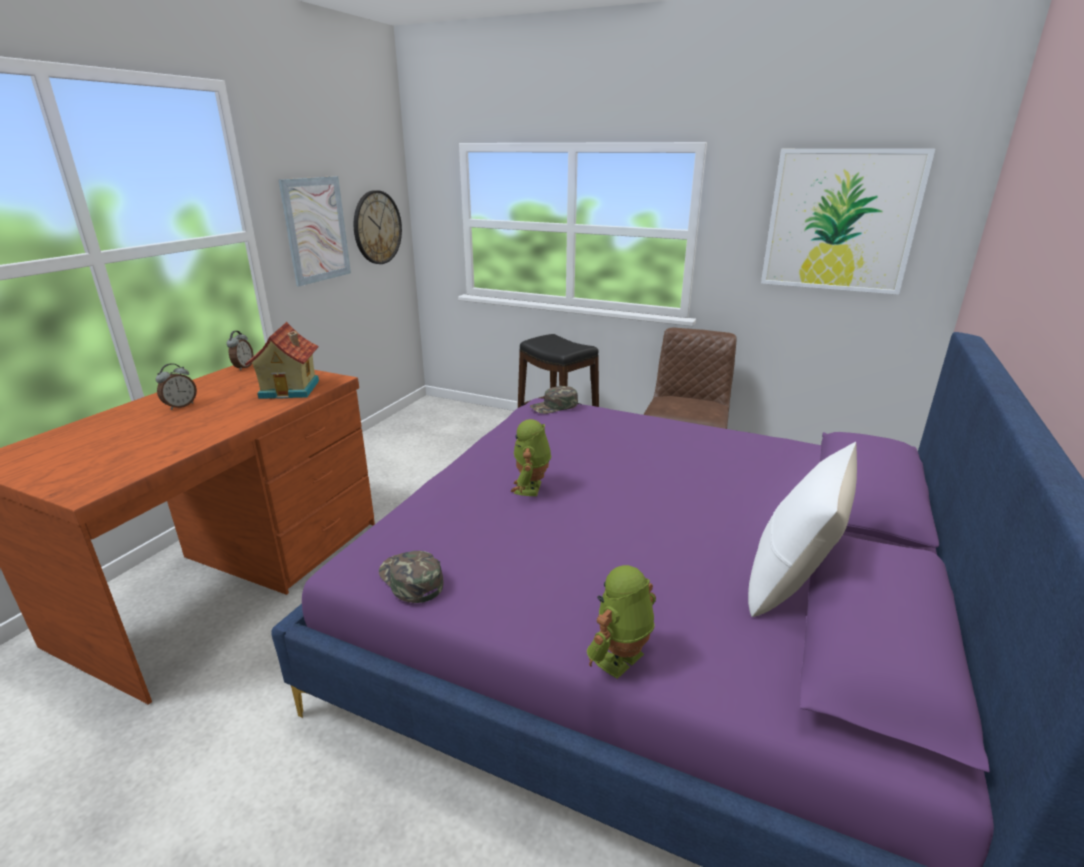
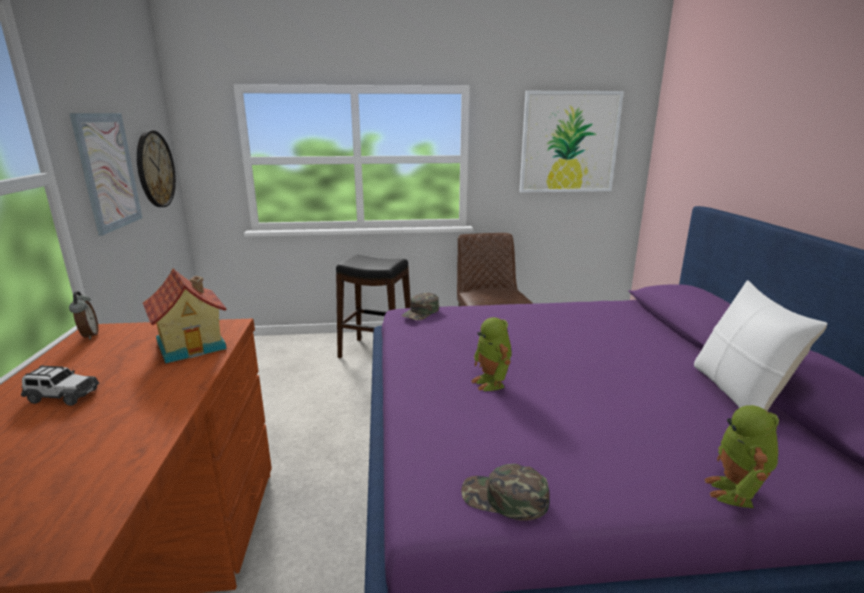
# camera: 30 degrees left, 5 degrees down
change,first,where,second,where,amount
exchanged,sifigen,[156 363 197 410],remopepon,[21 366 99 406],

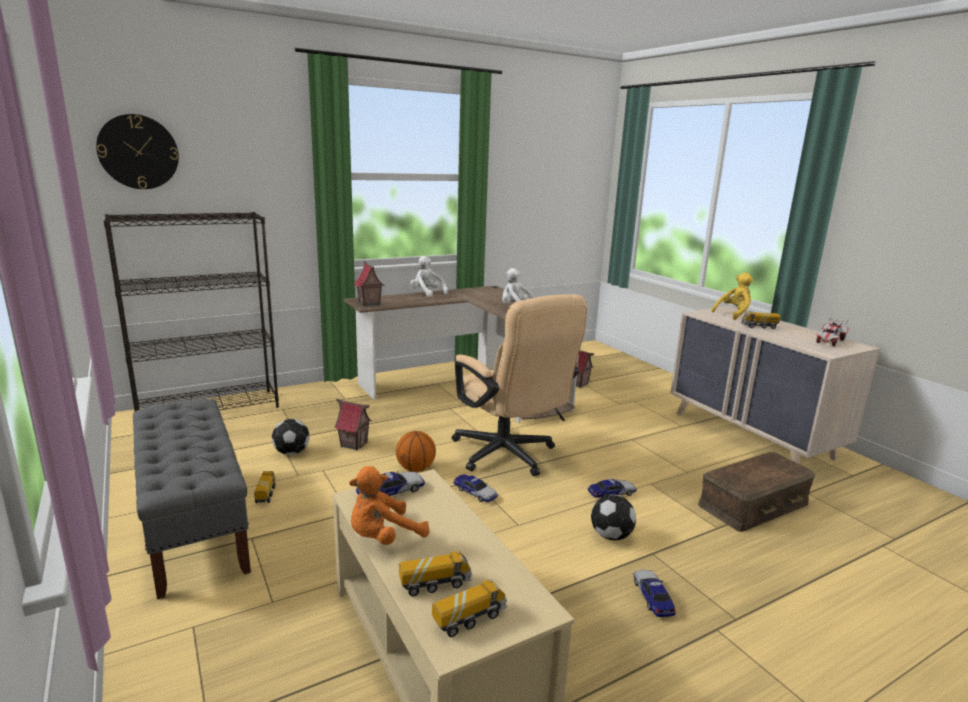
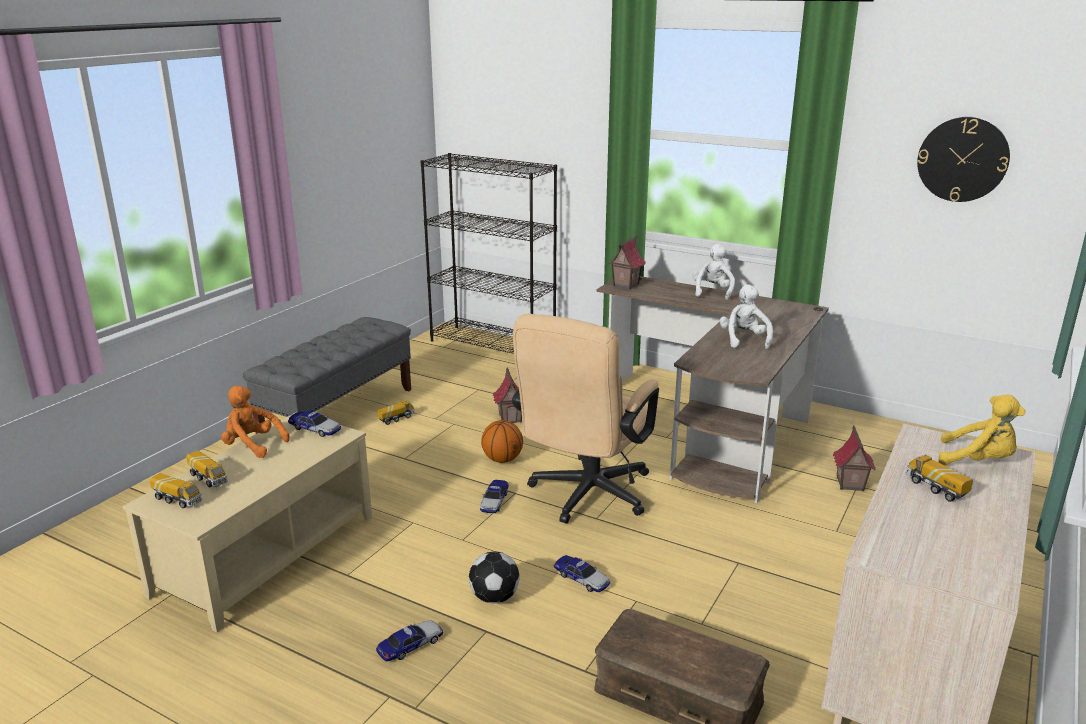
# camera: 60 degrees right, 5 degrees up
change,first,where,second,where,amount
relocated,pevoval,[96 114 179 189],,[917 117 1010 202],
missing,remopepon,[816 317 848 346],,,
missing,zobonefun,[272 419 310 455],,,

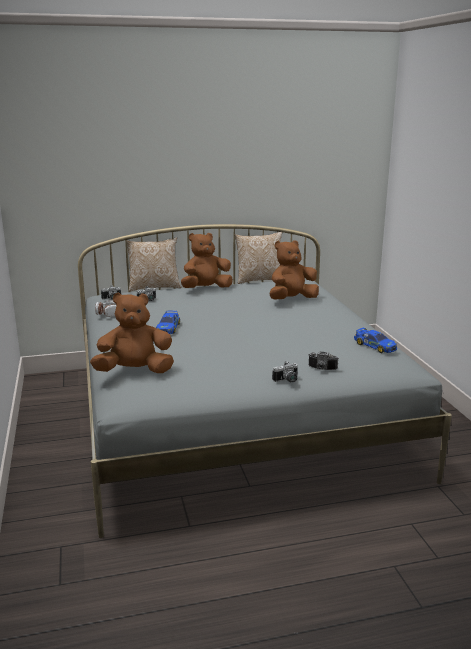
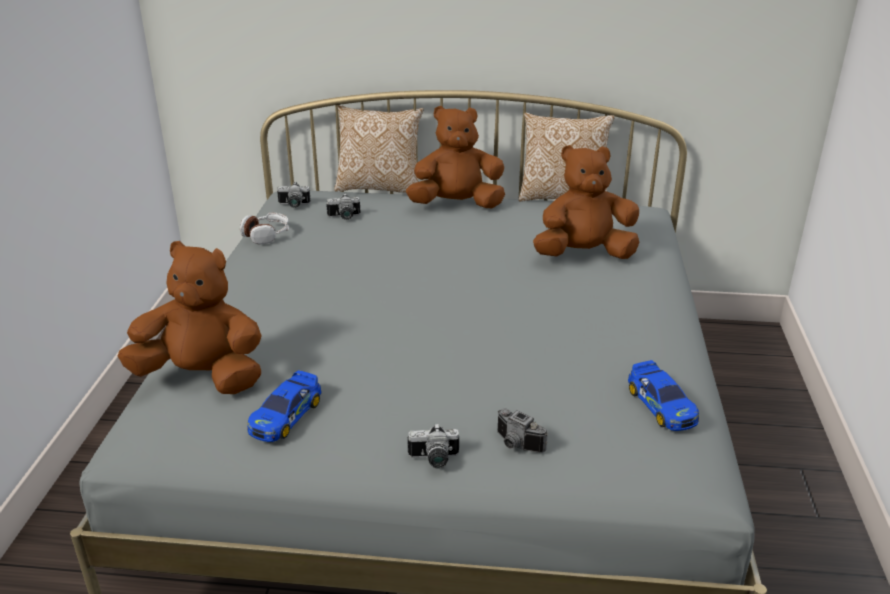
# camera: 20 degrees right, 10 degrees up
change,first,where,second,where,amount
relocated,remopepon,[156 311 180 334],,[247 370 322 442],

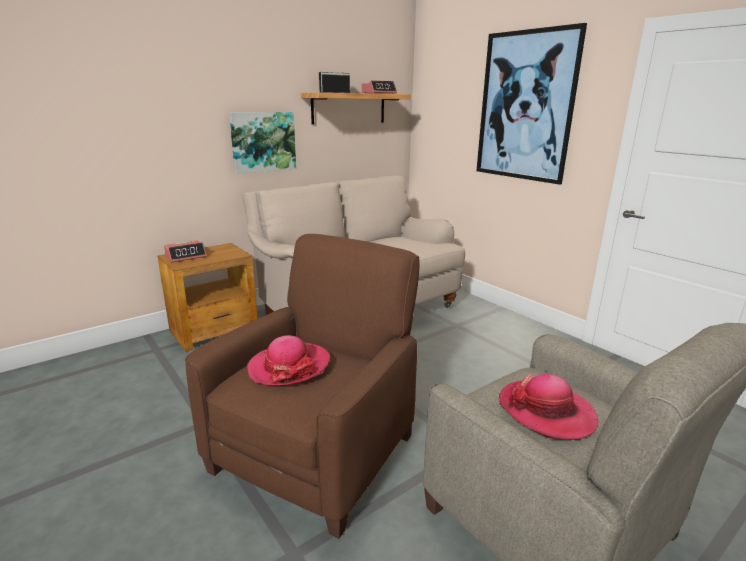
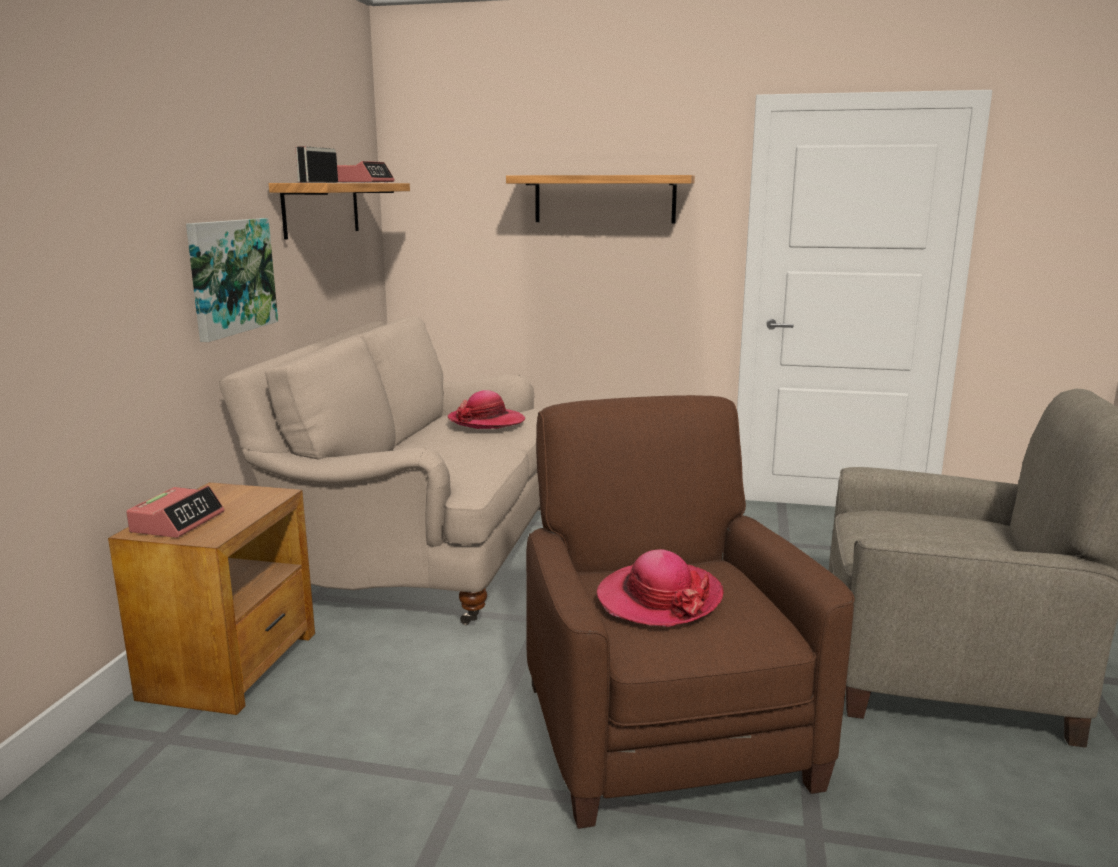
# camera: 40 degrees left, 5 degrees down
change,first,where,second,where,amount
exchanged,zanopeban,[476 23 587 185],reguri,[506 175 695 223],
relocated,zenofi,[498 374 599 440],,[448 390 525 429],

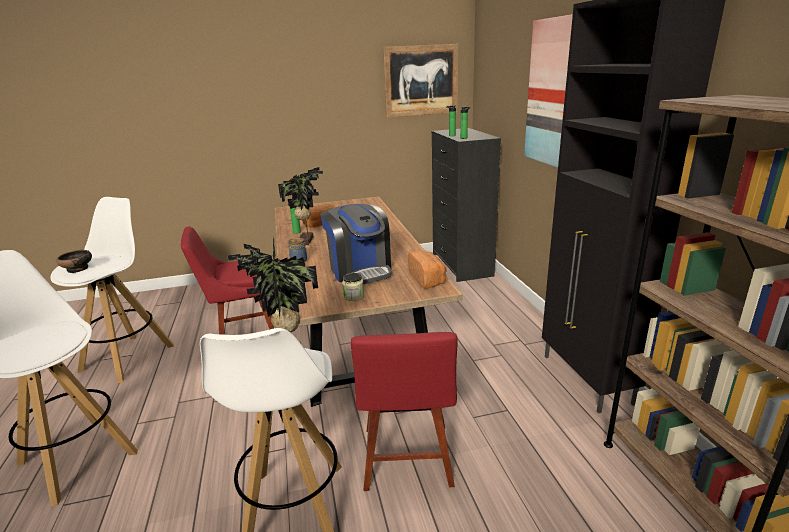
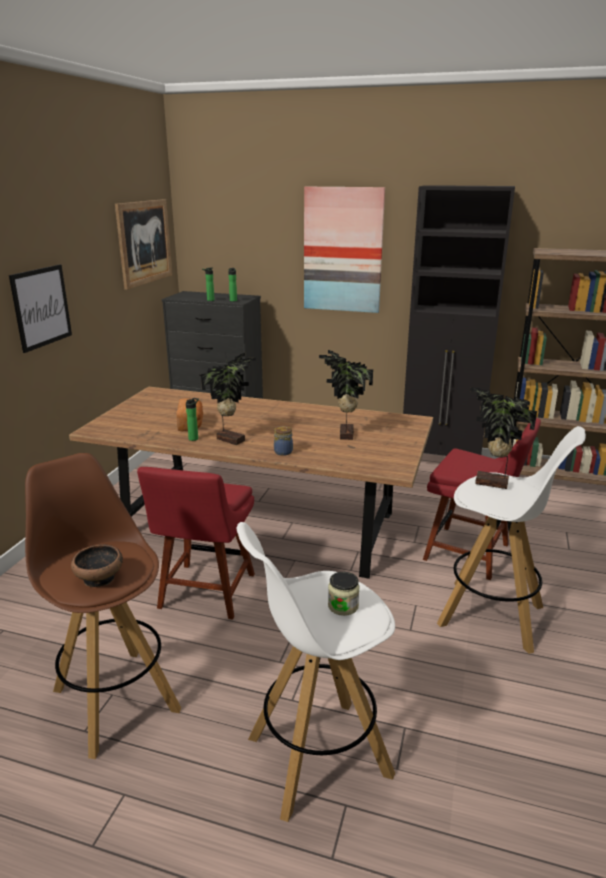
# camera: 60 degrees left, 0 degrees up
change,first,where,second,where,amount
colour,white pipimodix,[50 197 174 383],brown pipimodix,[25 453 181 759],
exchanged,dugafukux,[320 204 391 284],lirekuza,[319 350 373 440],
missing,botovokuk,[408 251 446 289],,,
relocated,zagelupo,[342 273 364 301],,[328 572 360 616],
appeared,,,zanopeban,[9 264 72 353],

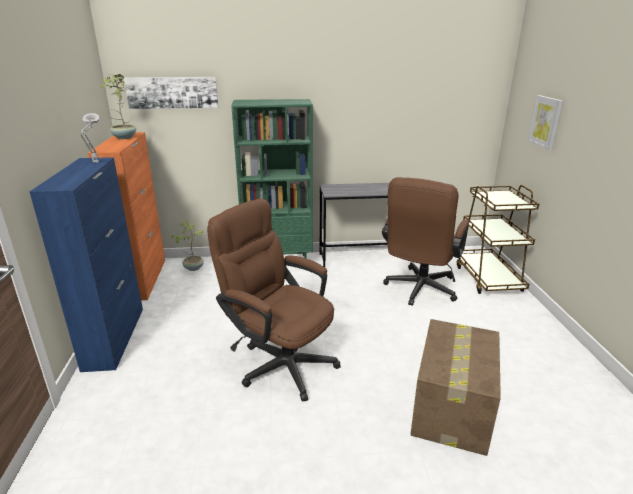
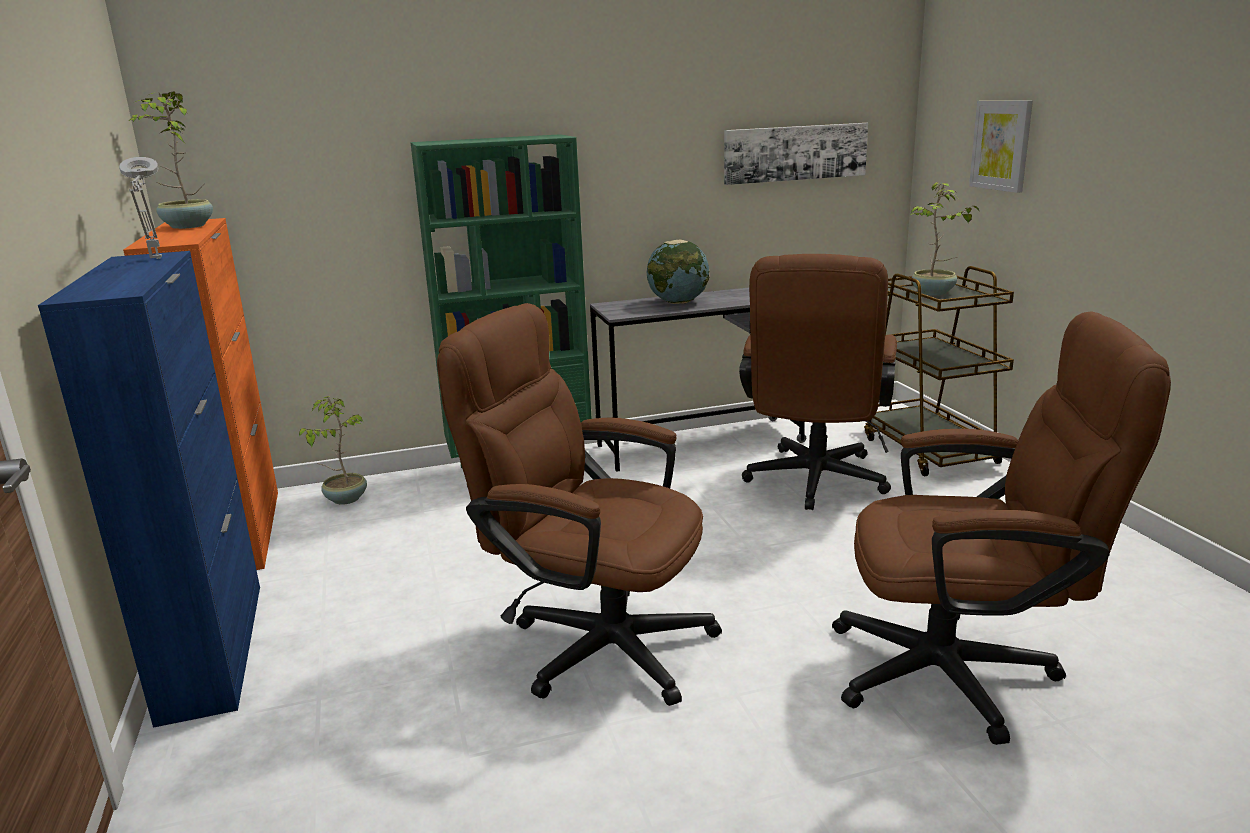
# camera: 10 degrees left, 5 degrees down
change,first,where,second,where,amount
relocated,zanopeban,[124 77 218 109],,[724 123 868 185],
exchanged,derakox,[411 319 501 456],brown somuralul,[832 311 1171 745],
appeared,,,lirekuza,[910 182 979 296],
appeared,,,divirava,[646 239 709 304],

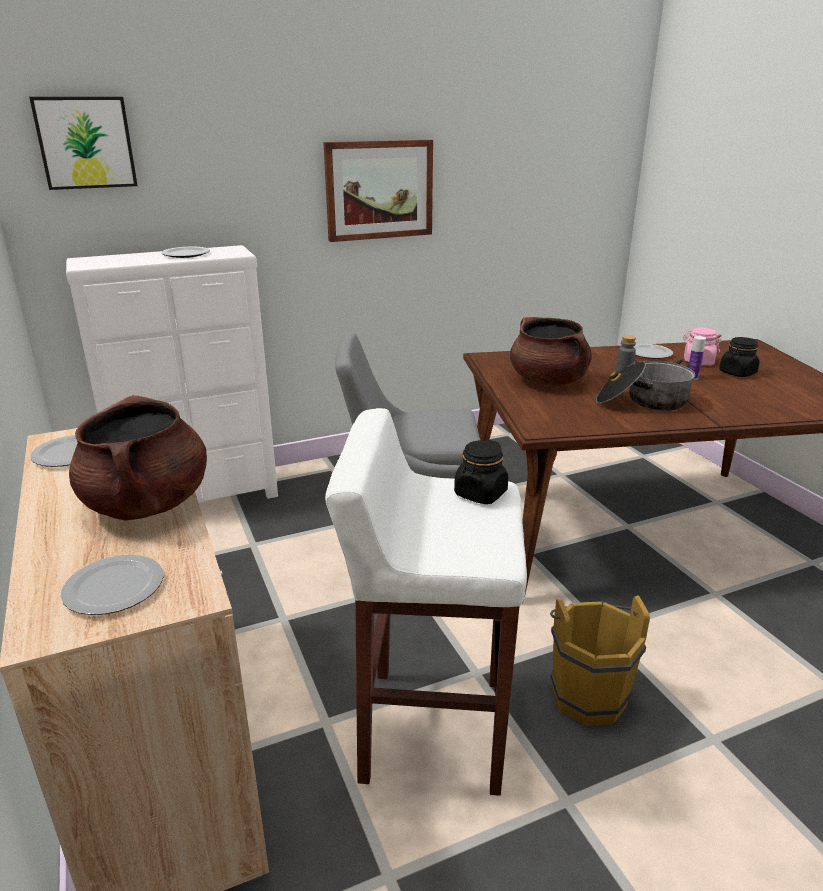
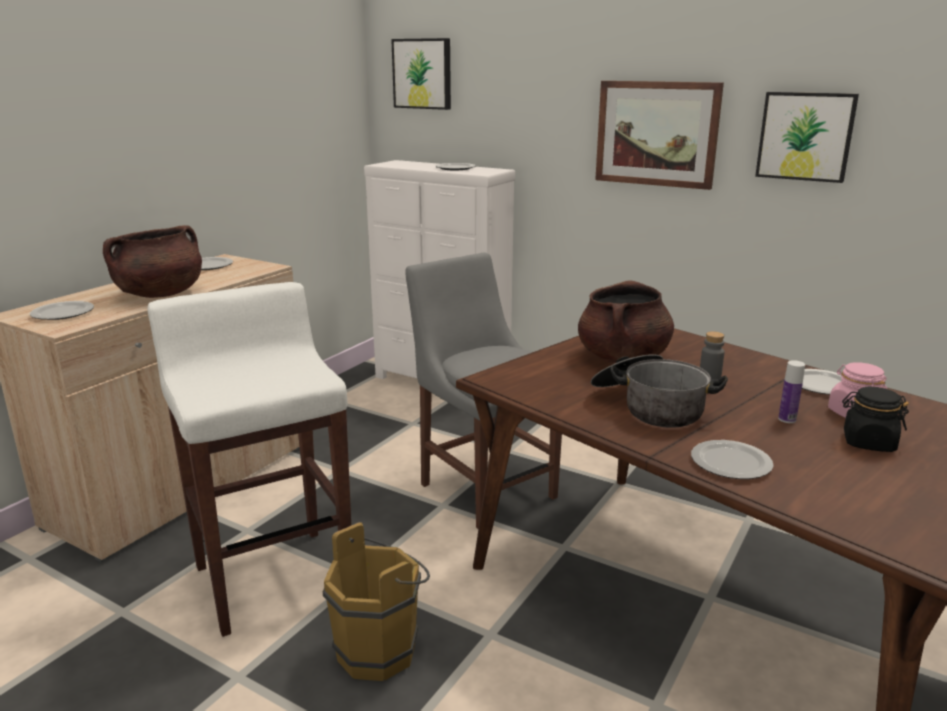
# camera: 55 degrees right, 5 degrees down
change,first,where,second,where,amount
missing,black zagelupo,[454 440 508 504],,,
appeared,,,zanopeban,[755 92 859 183],
appeared,,,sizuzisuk,[691 440 774 479],

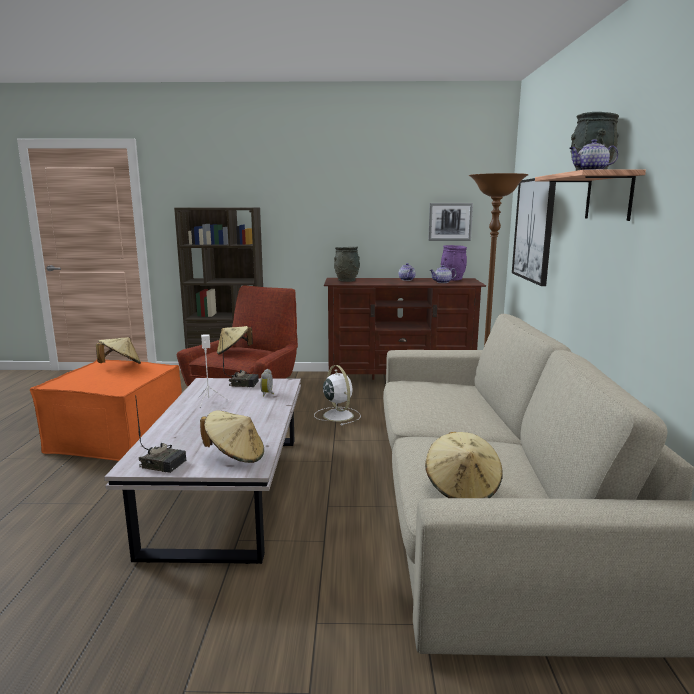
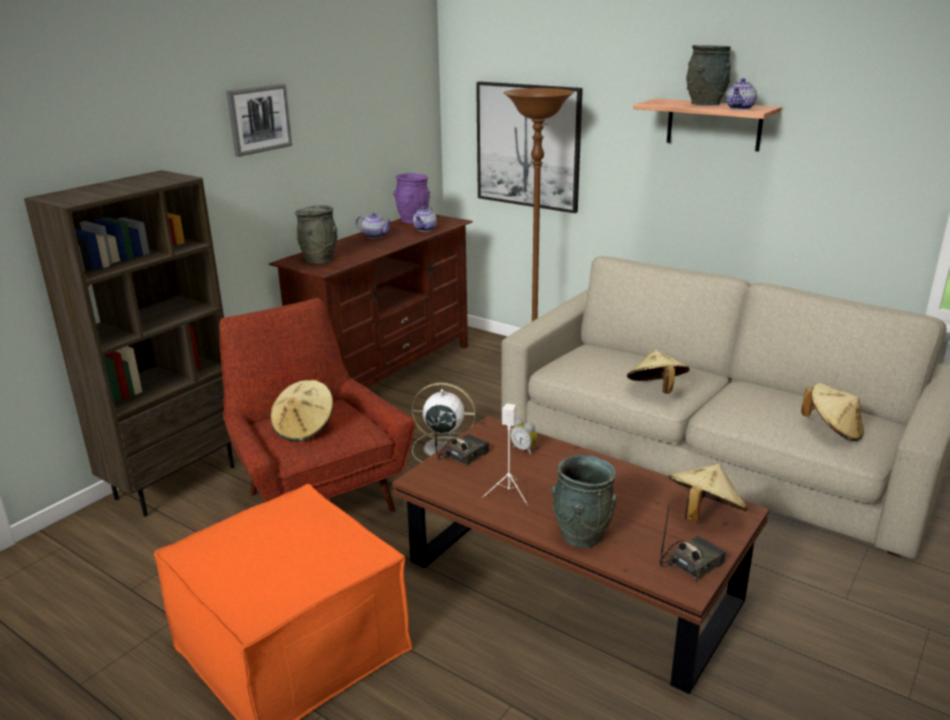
# camera: 55 degrees left, 10 degrees up
change,first,where,second,where,amount
relocated,zanopeban,[428 203 473 241],,[227 84 293 157],
relocated,beige zenofi,[96 337 141 364],,[627 349 690 394],
colour,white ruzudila,[105 378 301 564],brown ruzudila,[392 416 769 694],
appeared,,,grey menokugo,[551 455 617 548],

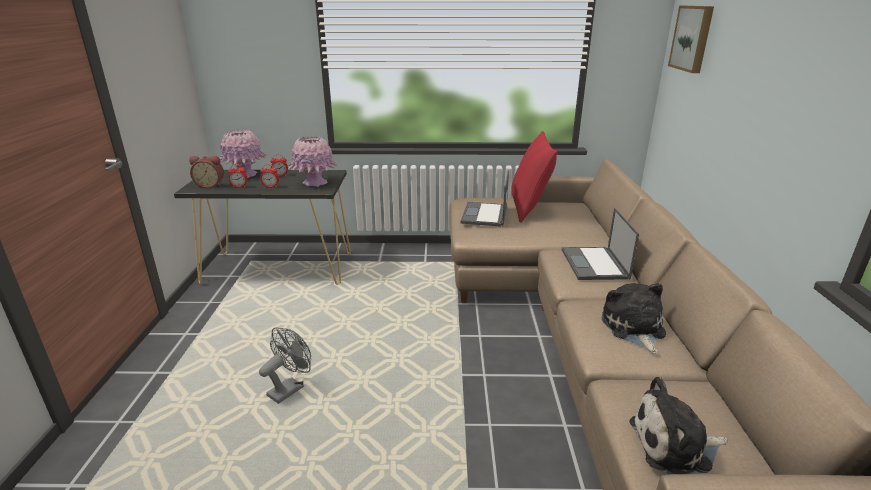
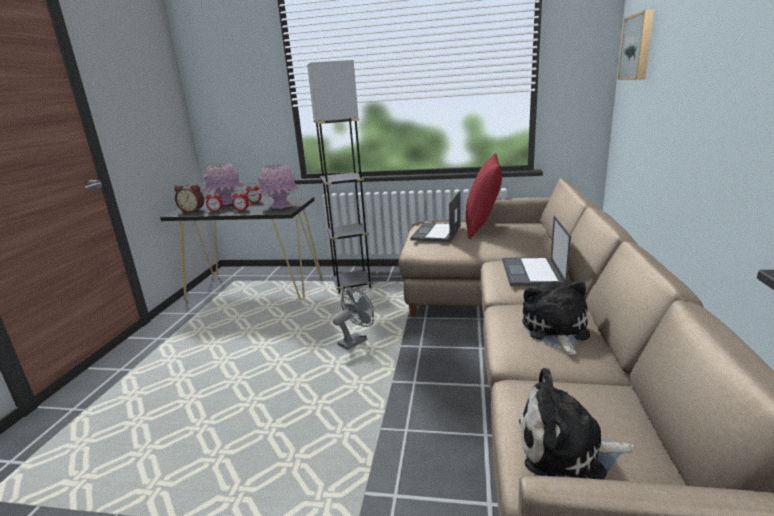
# camera: 10 degrees right, 5 degrees down
change,first,where,second,where,amount
relocated,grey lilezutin,[259 327 311 404],,[333 287 374 350],
appeared,,,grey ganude,[307 60 373 293],

